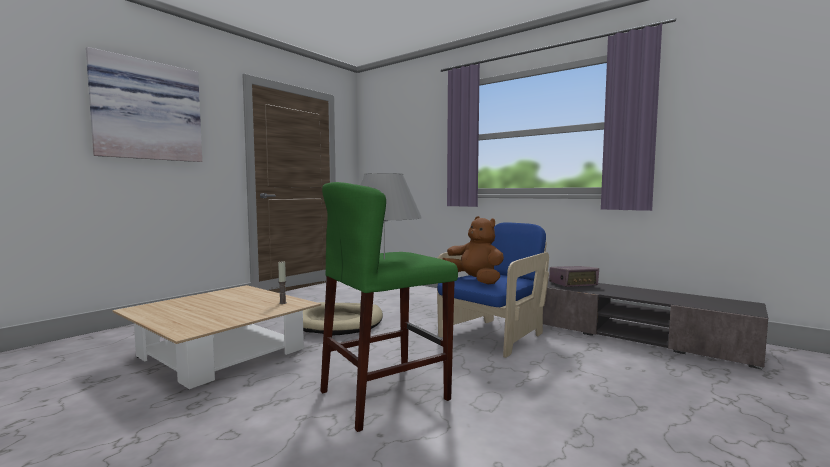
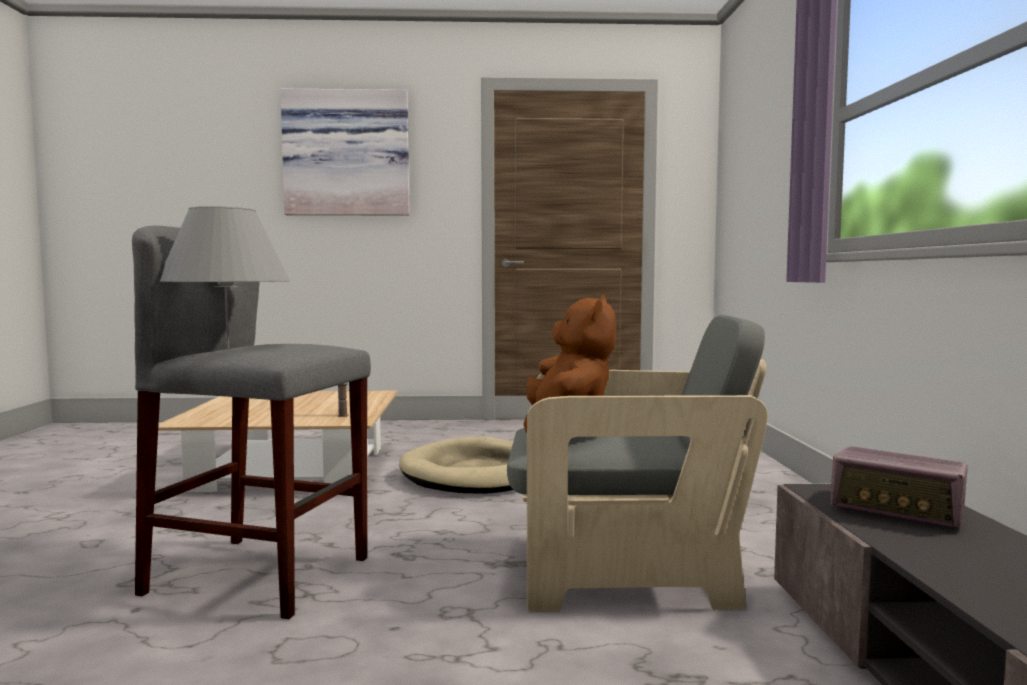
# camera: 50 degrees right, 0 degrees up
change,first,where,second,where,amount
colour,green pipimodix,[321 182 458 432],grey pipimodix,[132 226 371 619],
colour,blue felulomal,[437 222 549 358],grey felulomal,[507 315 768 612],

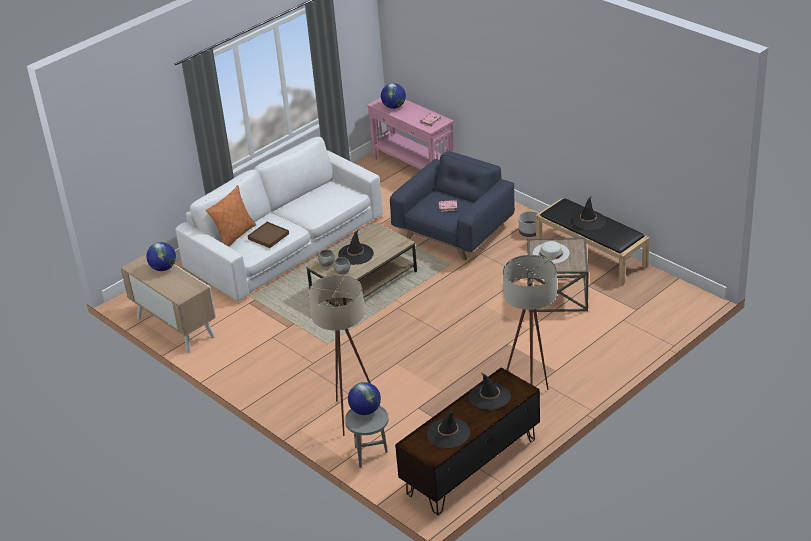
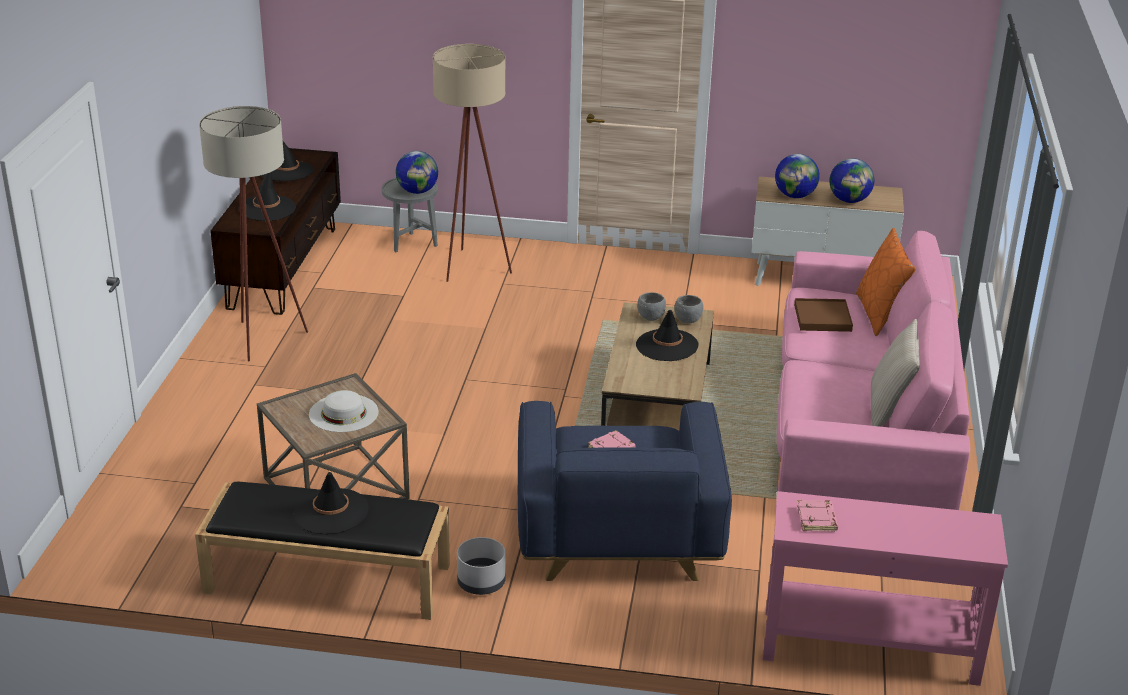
# camera: 140 degrees right, 5 degrees down
change,first,where,second,where,amount
relocated,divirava,[381 83 406 109],,[775 154 820 198],
colour,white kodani,[175 137 383 301],pink kodani,[777 231 970 510],
appeared,,,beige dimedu,[871 319 920 427],

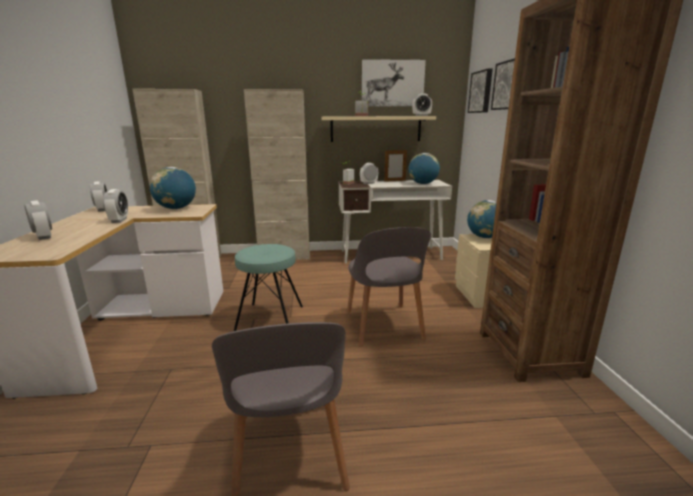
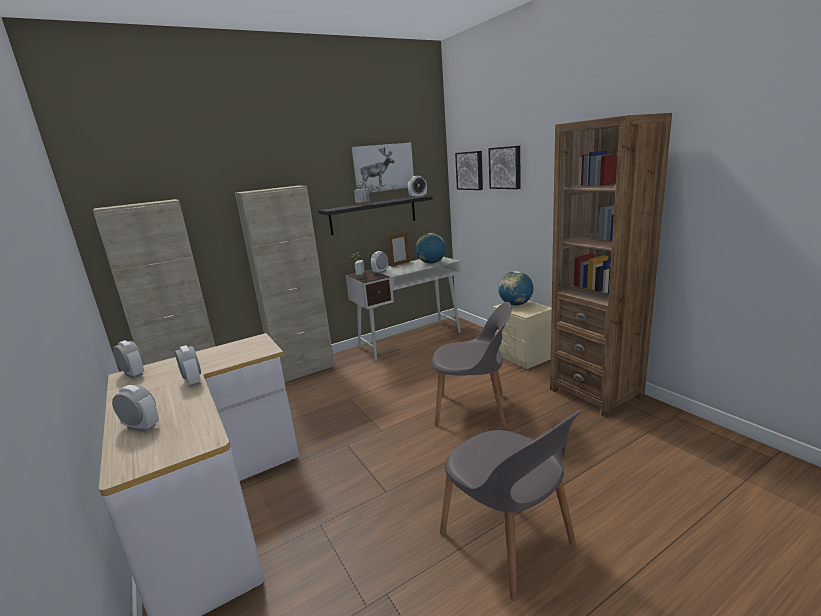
# camera: 25 degrees left, 0 degrees up
change,first,where,second,where,amount
colour,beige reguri,[321 116 436 142],black reguri,[318 196 433 235],
missing,divirava,[150 167 196 209],,,
spun,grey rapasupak,[347 227 431 347],,[432 302 512 427],45 degrees counterclockwise
missing,turquoise pipimodix,[234 244 303 331],,,

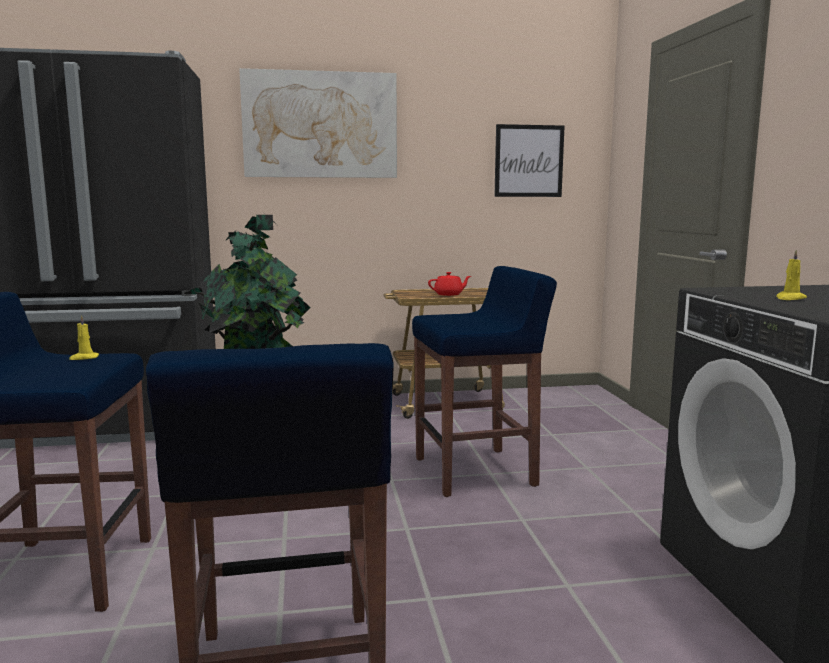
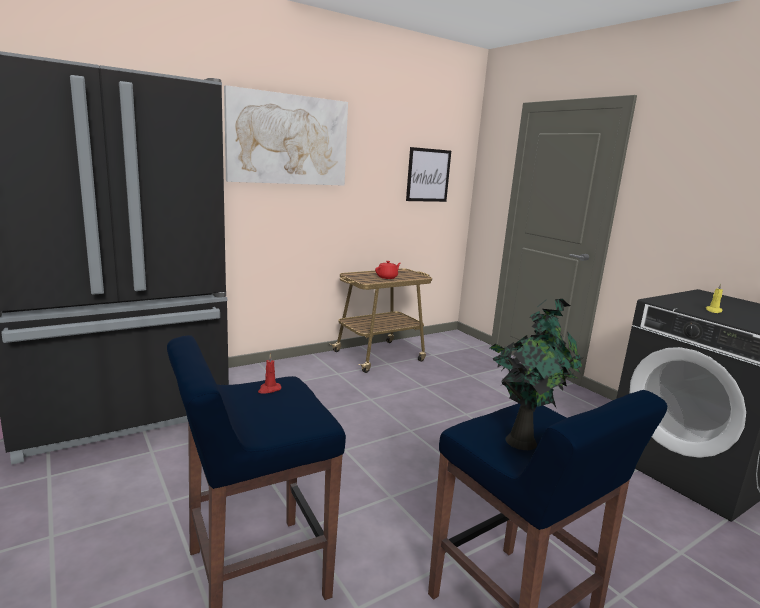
# camera: 25 degrees left, 5 degrees up
change,first,where,second,where,amount
missing,blue pipimodix,[412 266 557 497],,,
colour,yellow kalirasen,[69 315 99 360],red kalirasen,[258 353 281 394],

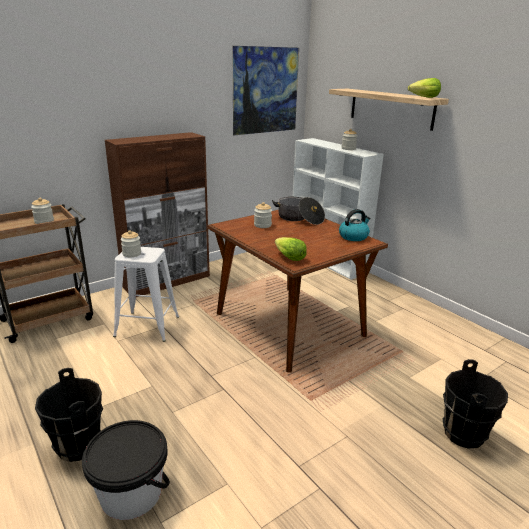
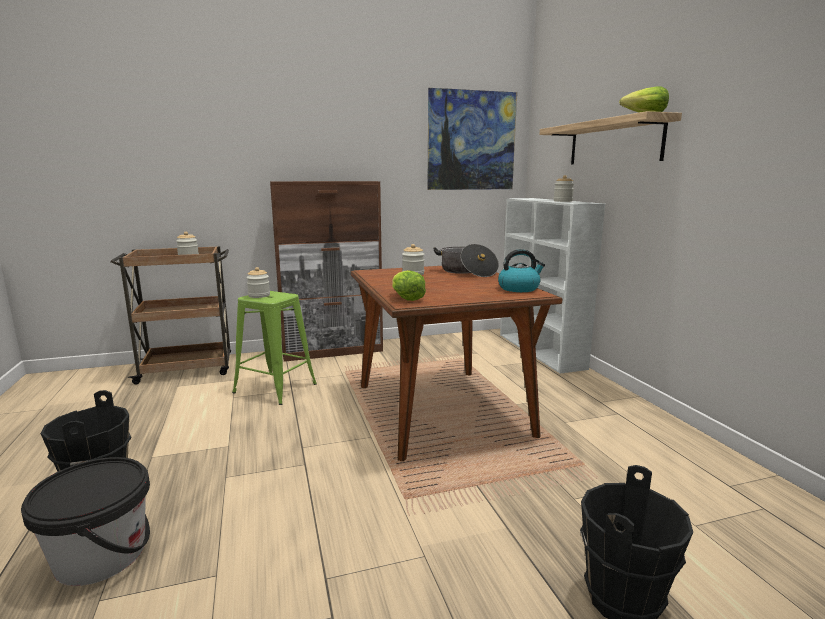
# camera: 20 degrees right, 10 degrees down
change,first,where,second,where,amount
colour,white pipimodix,[113 247 179 342],green pipimodix,[232 291 317 405],

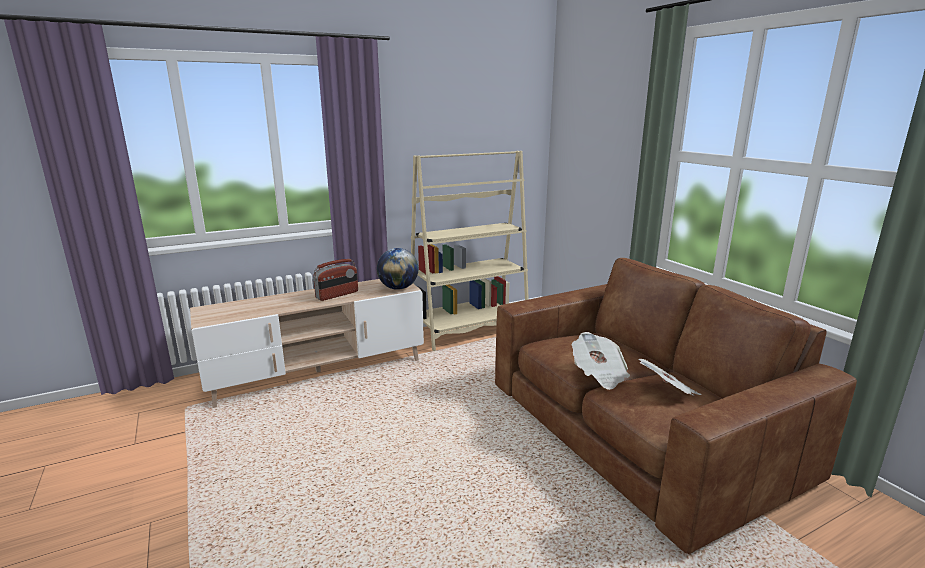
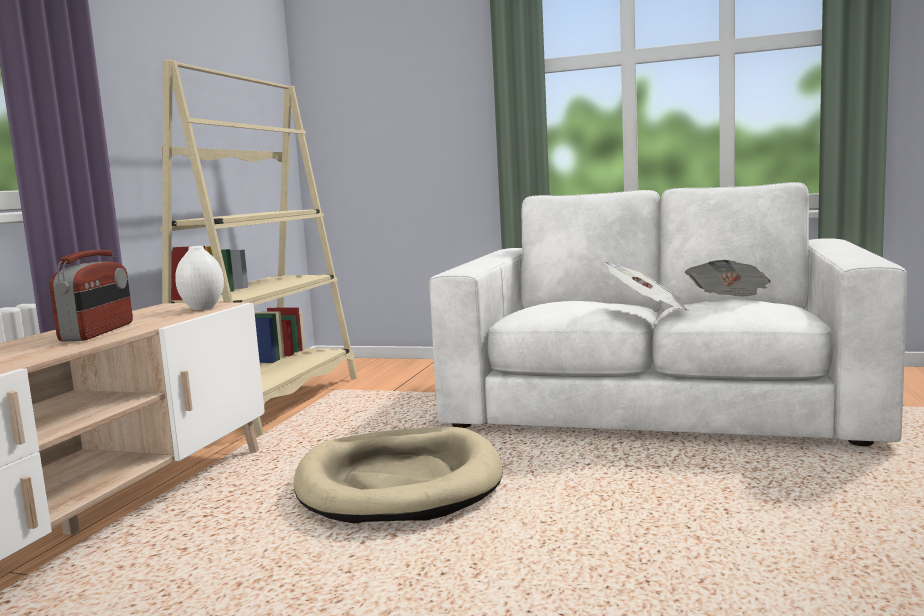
# camera: 45 degrees left, 10 degrees down
change,first,where,second,where,amount
exchanged,divirava,[377 248 418 290],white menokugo,[175 246 224 310],
colour,brown kodani,[495 258 857 554],white kodani,[429 182 907 446],
appeared,,,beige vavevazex,[294 427 503 524],

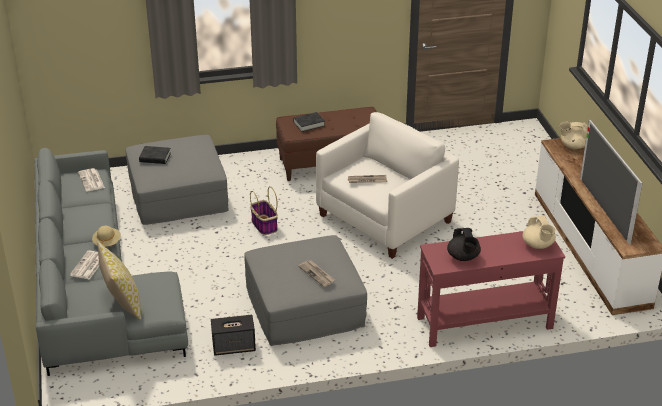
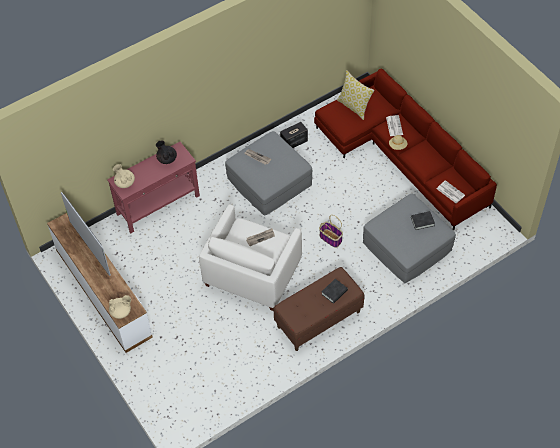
# camera: 160 degrees right, 20 degrees up
change,first,where,second,where,amount
colour,grey kodani,[34 148 188 376],red kodani,[314 69 497 230],

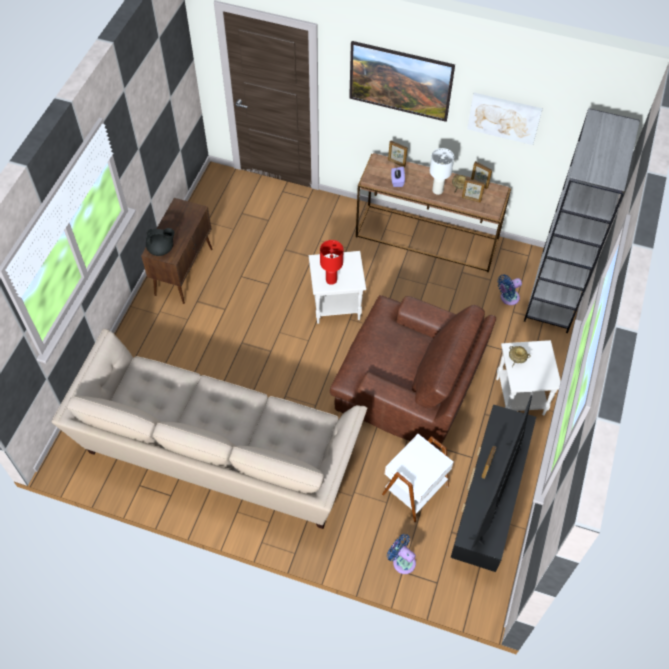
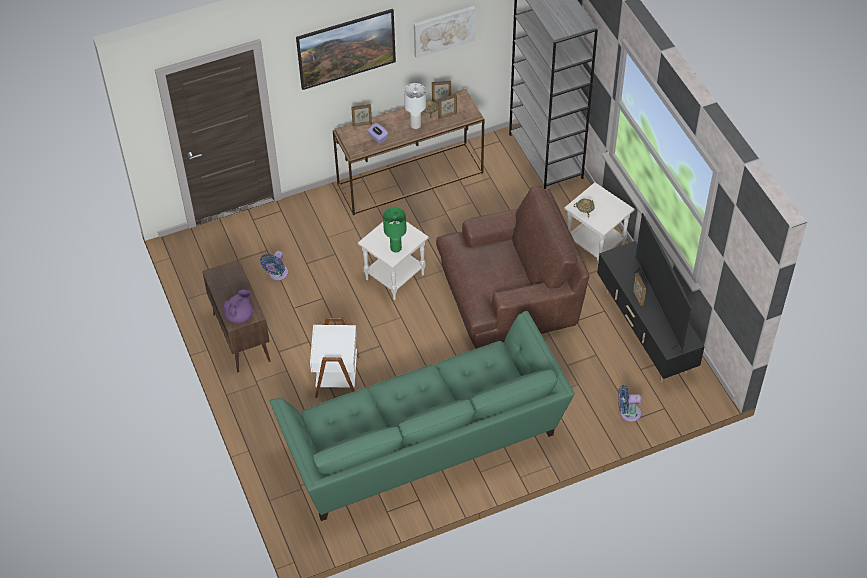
# camera: 40 degrees left, 5 degrees down
change,first,where,second,where,amount
colour,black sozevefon,[146 228 174 256],purple sozevefon,[224 290 253 323],
colour,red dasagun,[320 240 343 285],green dasagun,[383 207 407 253],
relocated,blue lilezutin,[498 275 522 305],,[260 251 288 281],
colour,beige kodani,[52 329 367 529],green kodani,[270 311 575 521],
relocated,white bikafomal,[382 434 453 523],,[310 317 360 398],

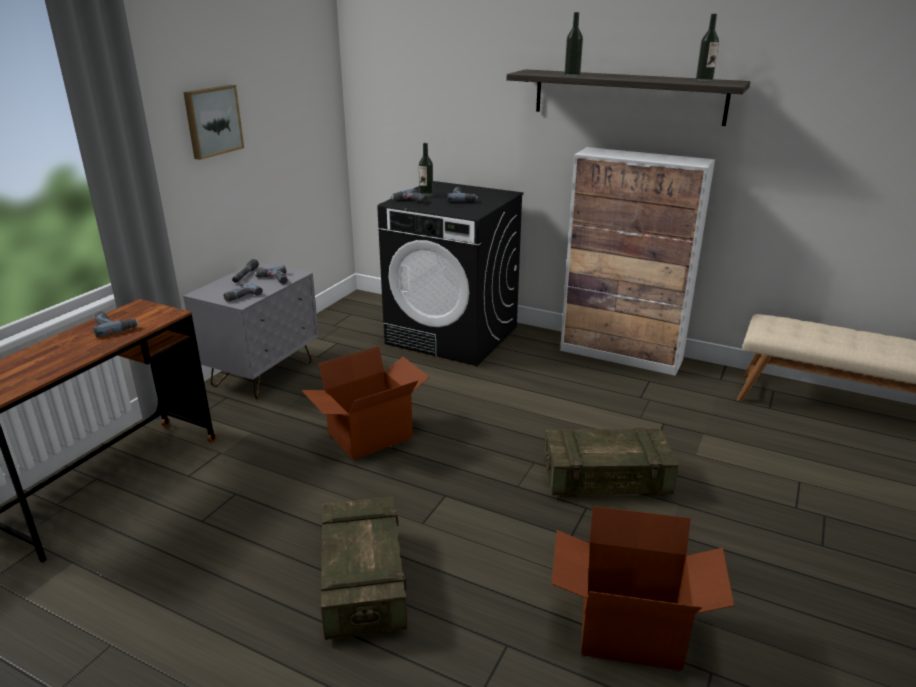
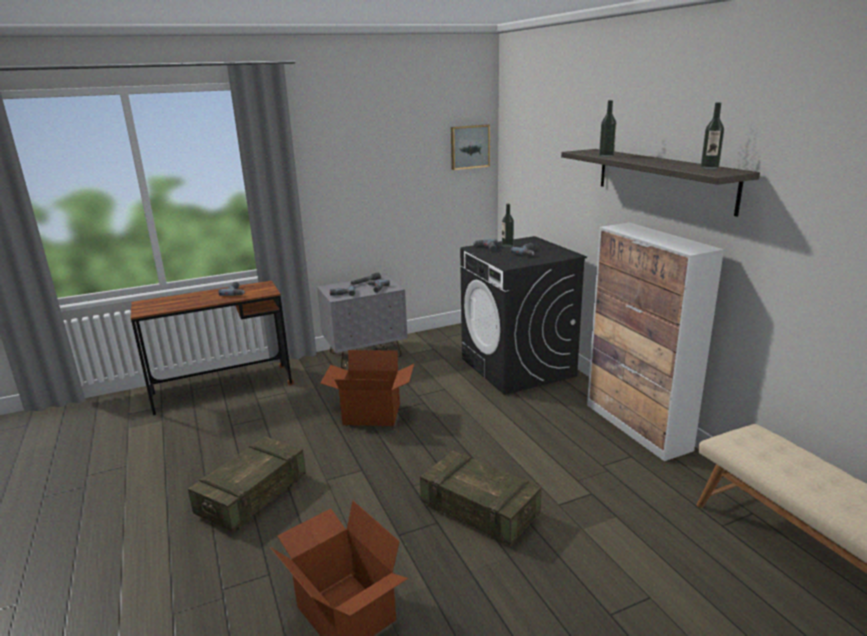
# camera: 40 degrees right, 5 degrees down
change,first,where,second,where,amount
relocated,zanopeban,[183 85 244 160],,[451 124 490 170],

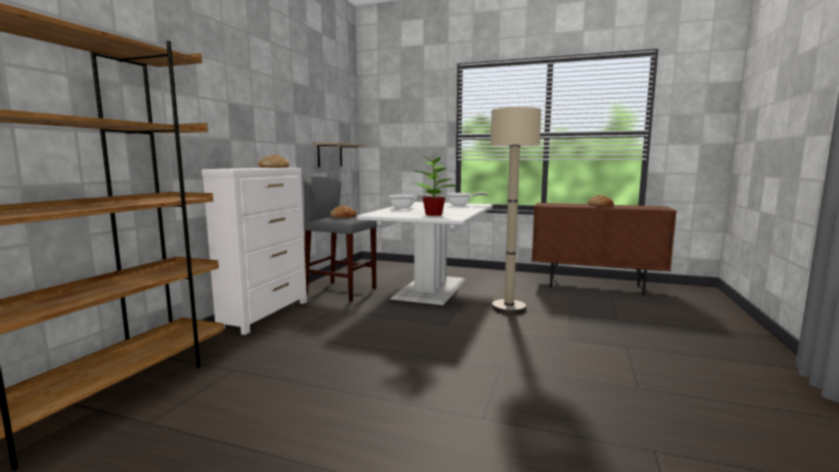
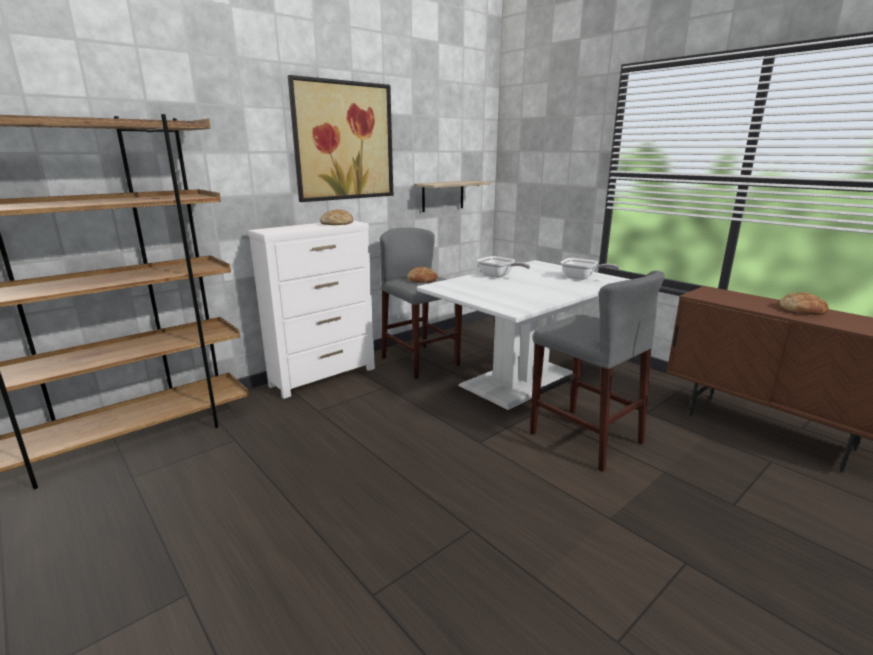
# camera: 30 degrees right, 10 degrees up
change,first,where,second,where,amount
exchanged,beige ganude,[490 107 541 314],grey pipimodix,[530 270 665 472],
missing,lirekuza,[413 156 458 216],,,
appeared,,,zanopeban,[288 75 393 202],

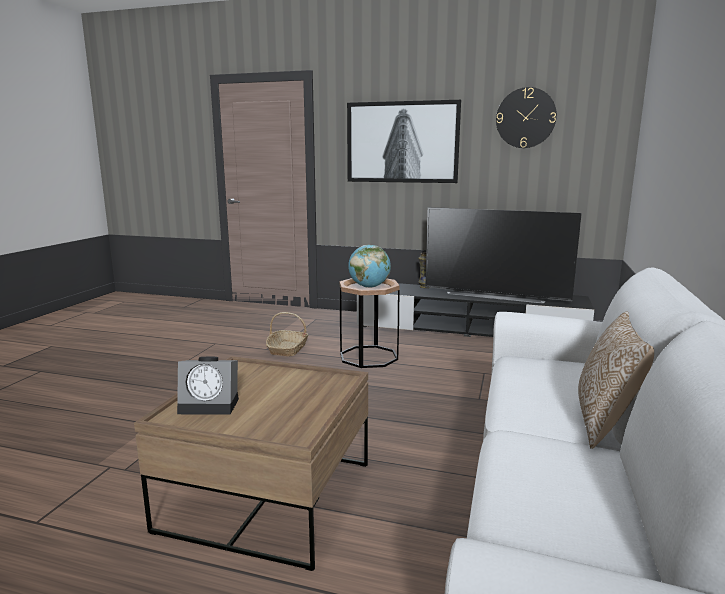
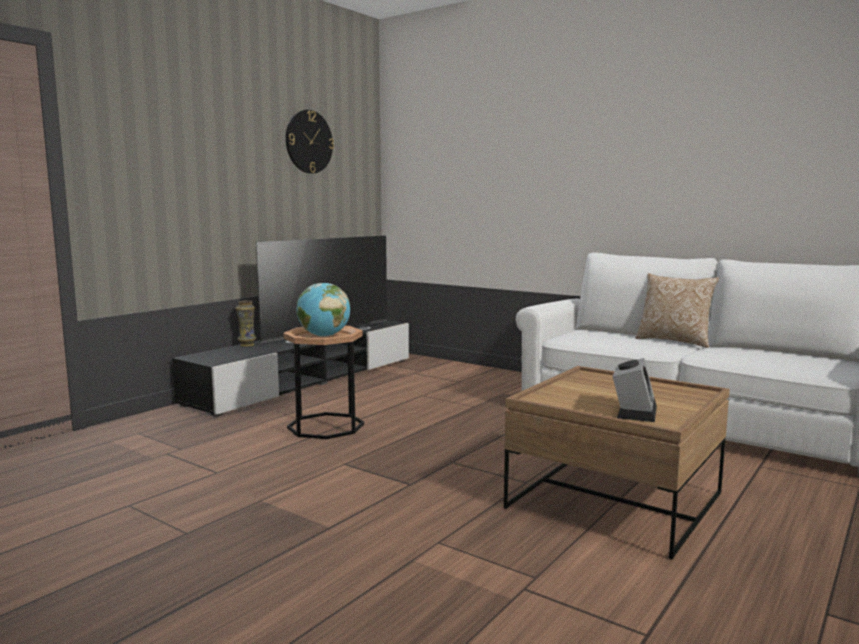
# camera: 70 degrees left, 5 degrees down
change,first,where,second,where,amount
missing,zanopeban,[347 100 461 183],,,
missing,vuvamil,[266 312 308 357],,,

